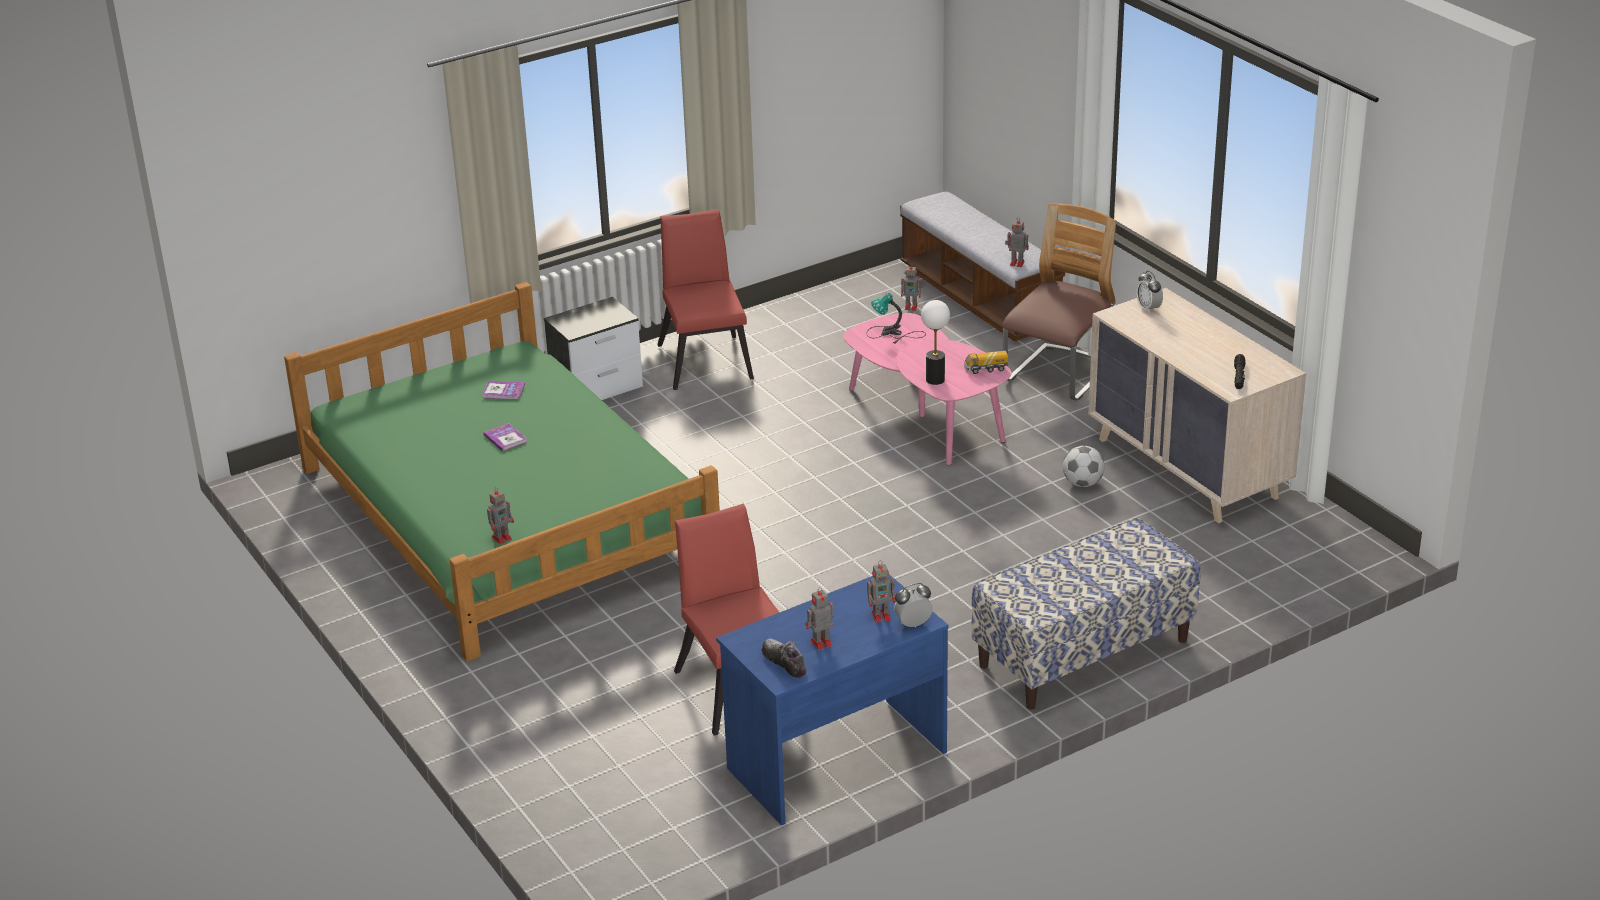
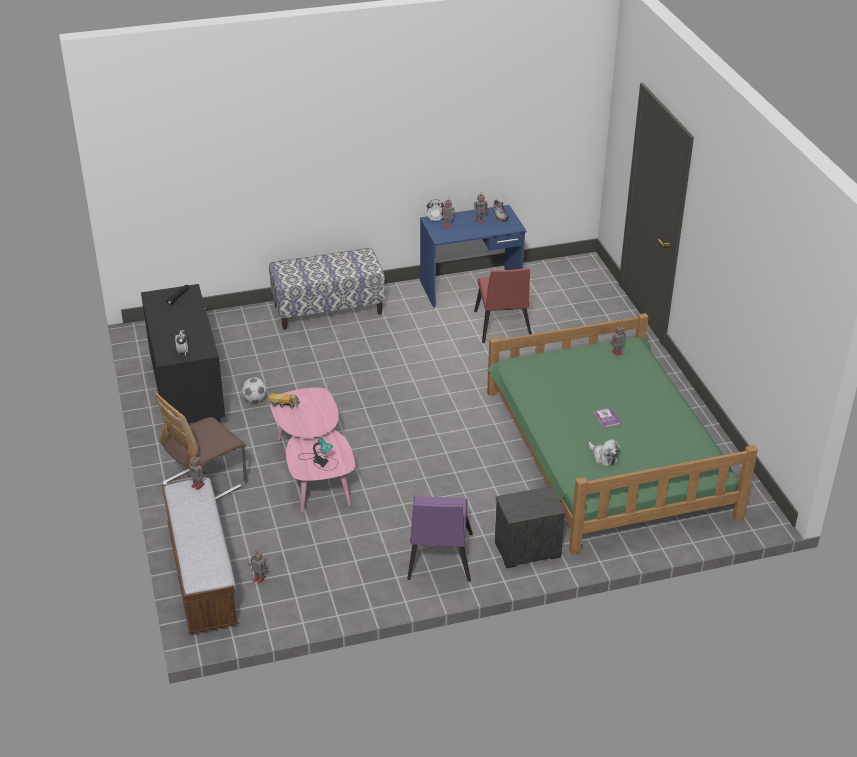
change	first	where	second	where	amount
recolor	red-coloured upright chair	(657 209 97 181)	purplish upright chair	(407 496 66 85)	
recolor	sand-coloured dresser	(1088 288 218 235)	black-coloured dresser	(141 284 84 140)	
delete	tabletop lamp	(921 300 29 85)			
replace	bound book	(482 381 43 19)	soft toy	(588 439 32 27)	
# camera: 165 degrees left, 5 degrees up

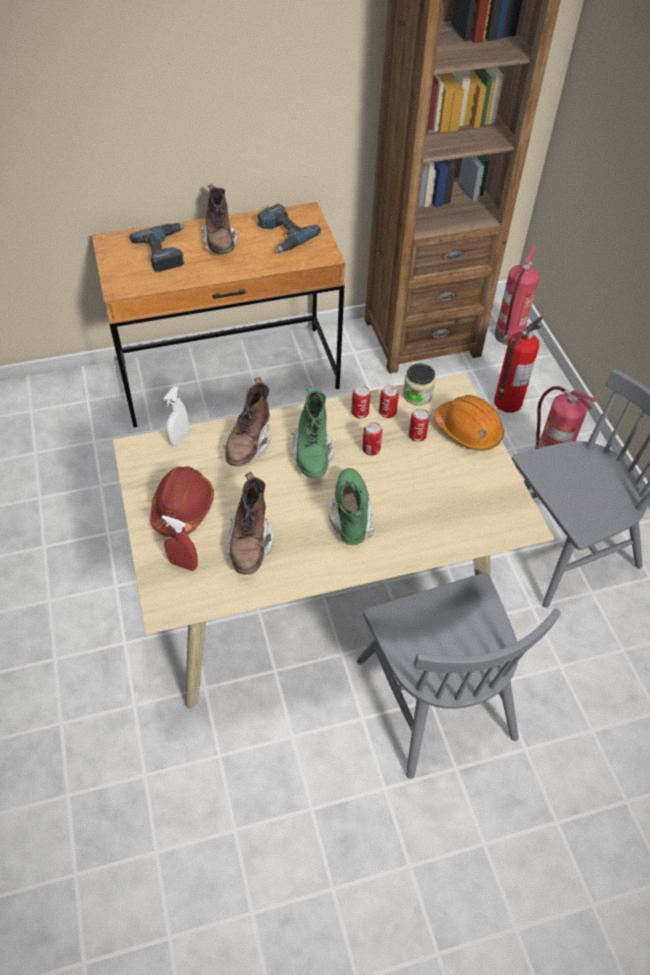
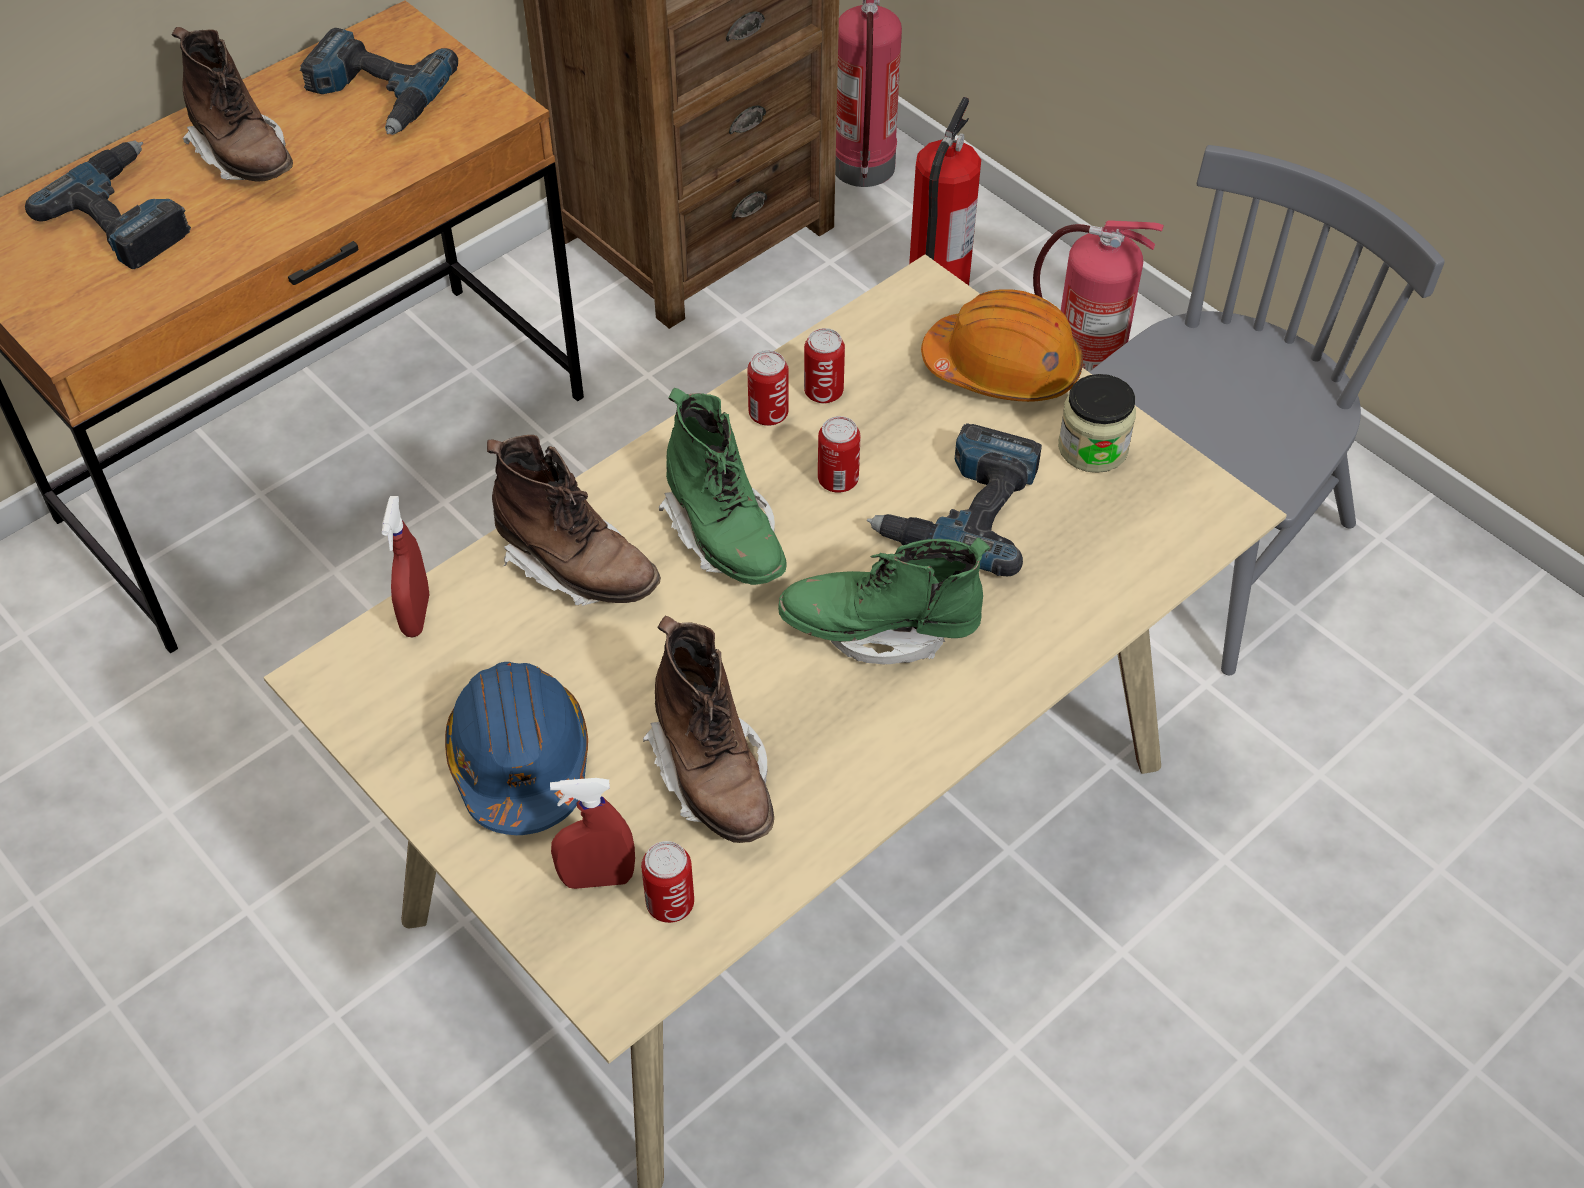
change	first	where	second	where	amount
move	storage jar	(403 364 33 42)		(1058 374 78 99)	
rotate	brownish high-top boot	(224 377 47 89)		(487 435 174 171)	45 degrees counterclockwise
recolor	white sprayer	(163 386 26 60)	red-coloured sprayer	(382 496 47 141)	
move	can	(409 408 21 34)		(641 841 53 82)	
recolor	red-coloured work helmet	(150 466 64 71)	blue-coloured work helmet	(445 662 143 173)	
rotate	greenish high-top boot	(328 468 47 77)		(778 538 212 126)	60 degrees counterclockwise
delete	greyish upright chair	(357 573 204 206)			
insert			electric drill	(867 423 175 153)	
# camera: 25 degrees left, 0 degrees up

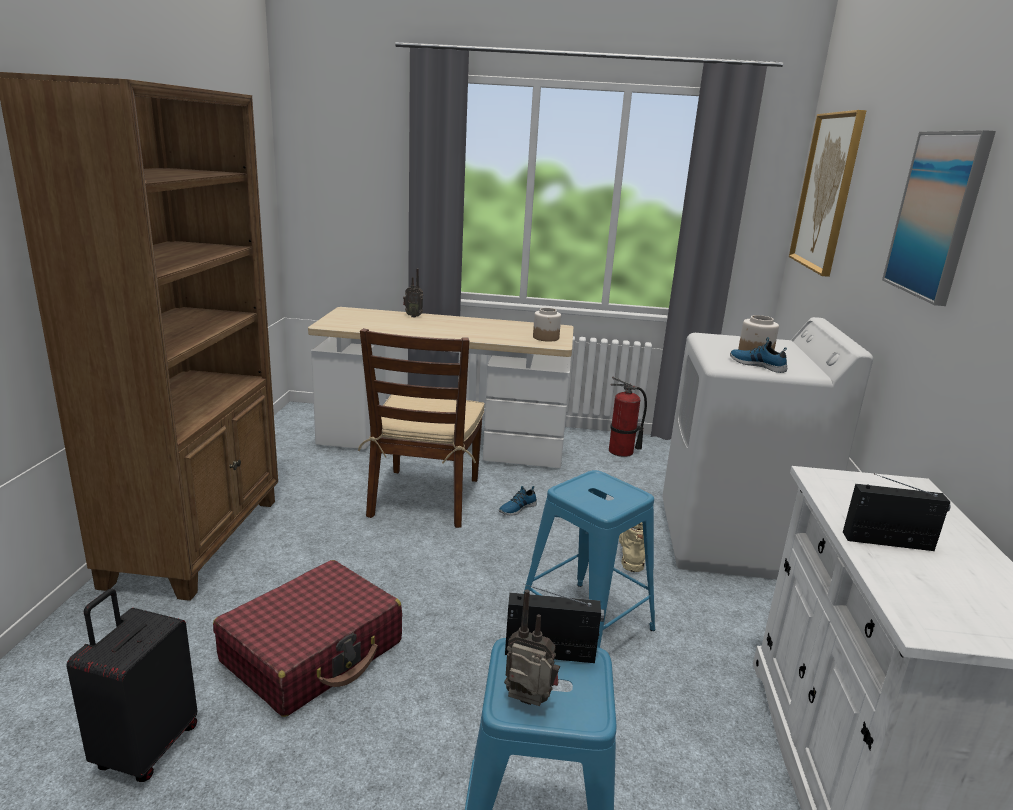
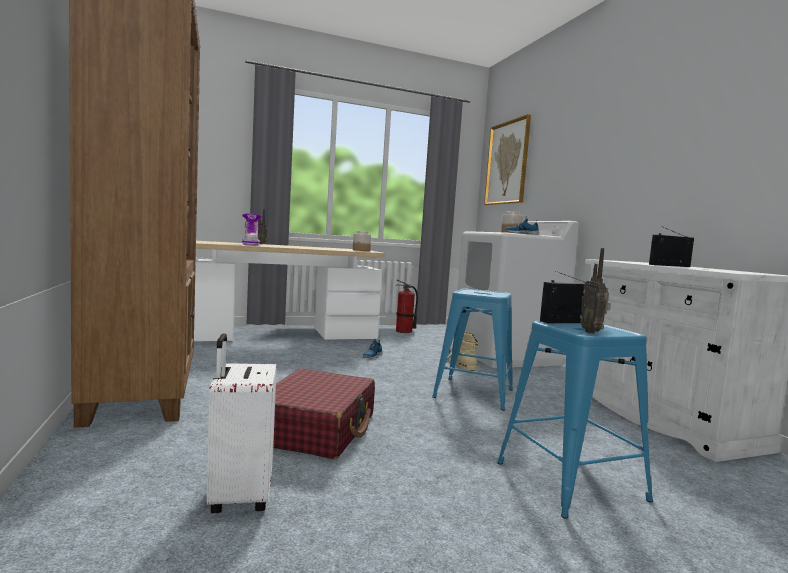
change	first	where	second	where	amount
delete	wall art	(882 130 114 176)			
delete	brownish upright chair	(358 328 127 200)			
recolor	black-coloured suitcase	(66 589 131 193)	white suitcase	(207 333 70 180)	
rotate	radio set	(504 589 56 117)		(580 248 31 85)	90 degrees counterclockwise
insert			high-top boot	(242 213 20 32)	
# camera: 25 degrees left, 15 degrees down

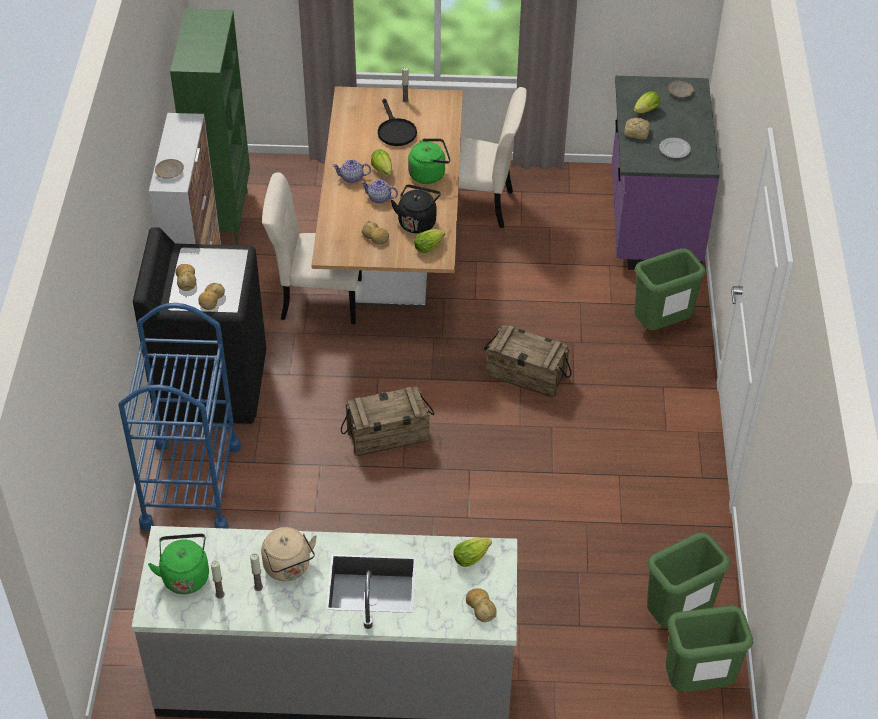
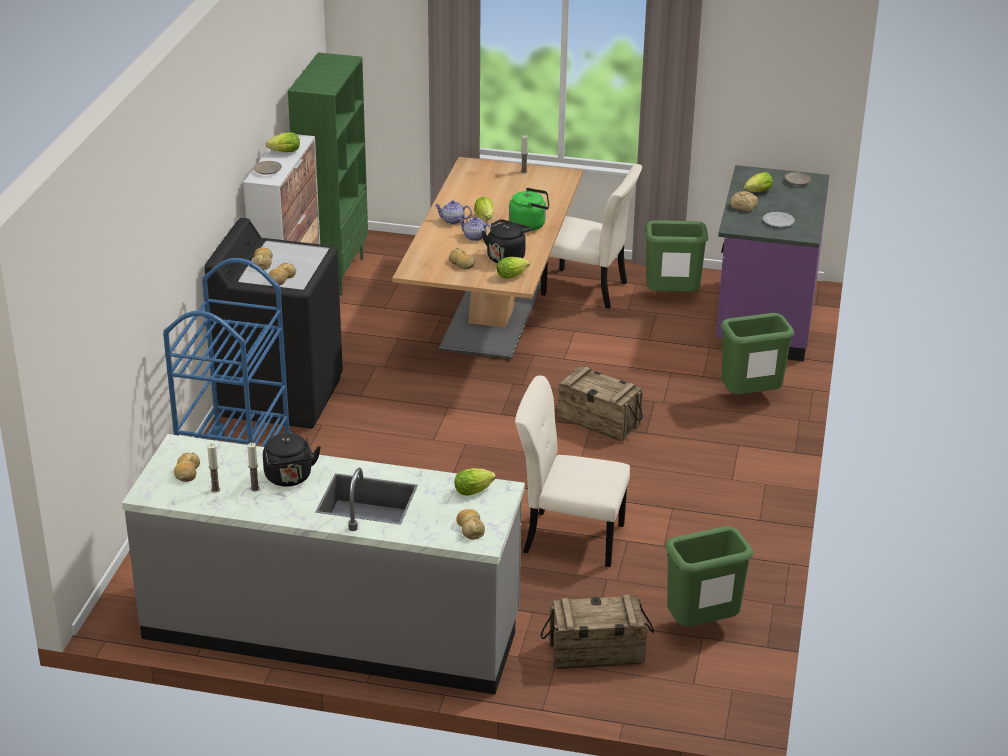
change	first	where	second	where	amount
delete	black-coloured pan	(378 99 39 47)			
move	sand-coloured upright chair	(262 172 100 152)		(515 376 115 191)	
move	crate	(341 386 93 70)		(541 595 113 74)	
recolor	sand-coloured water kettle	(261 527 56 54)	black-coloured water kettle	(263 433 58 54)	
replace	greenish water kettle	(148 534 61 60)	baked bread	(174 452 26 30)	
move	greenish trash can	(666 605 87 87)		(644 220 64 72)	
insert			lettuce head	(266 132 34 20)	
# camera: 10 degrees right, 15 degrees down

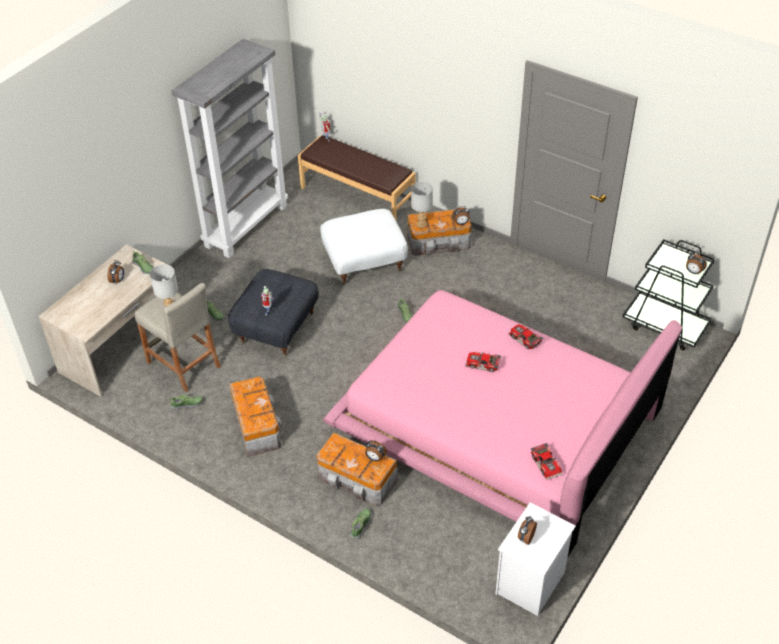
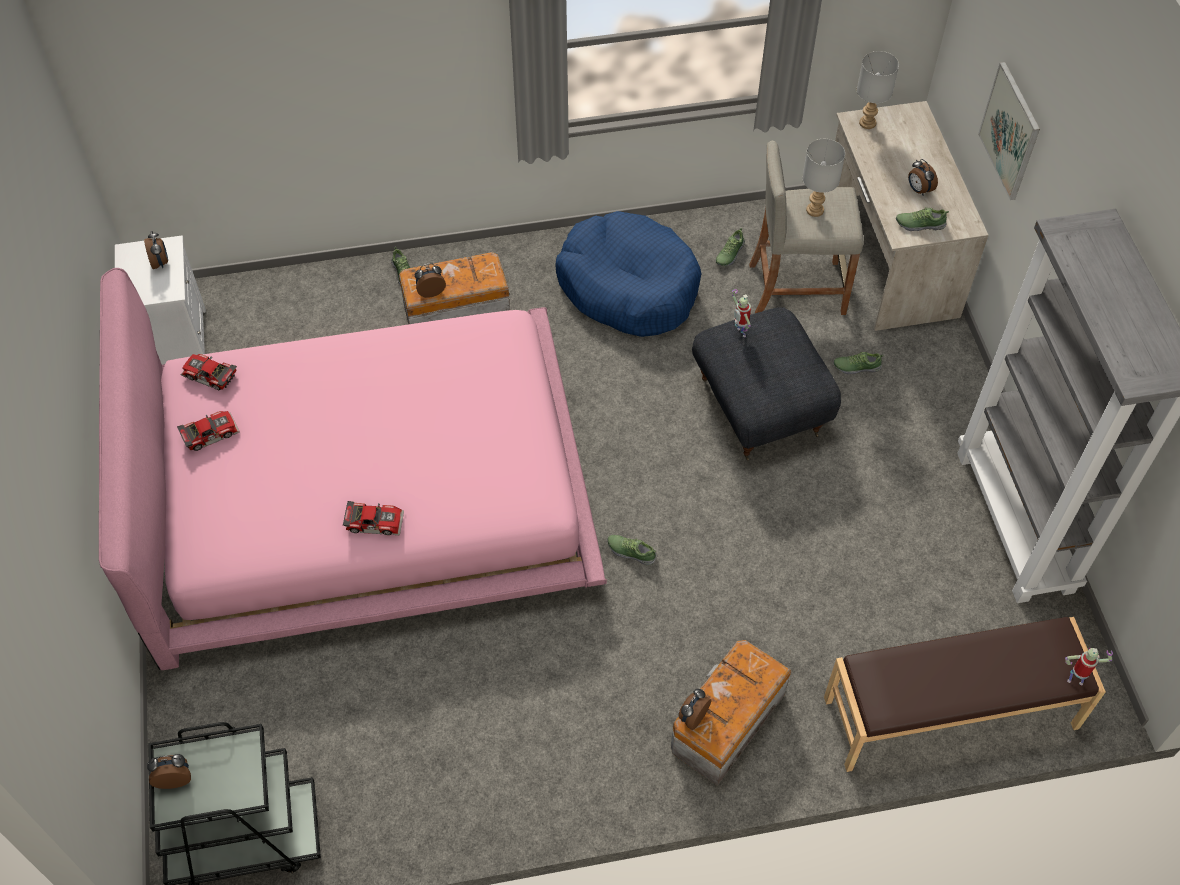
change	first	where	second	where	amount
move	greyish tabletop lamp	(411 182 22 46)		(857 51 42 78)	
delete	white footrest	(320 209 88 76)			
move	toy car	(465 352 36 20)		(177 411 63 40)	
replace	storage box	(229 377 53 80)	blue-coloured dog cushion	(555 211 146 126)	
insert			wall art	(978 62 62 138)	
# camera: 135 degrees right, 10 degrees up

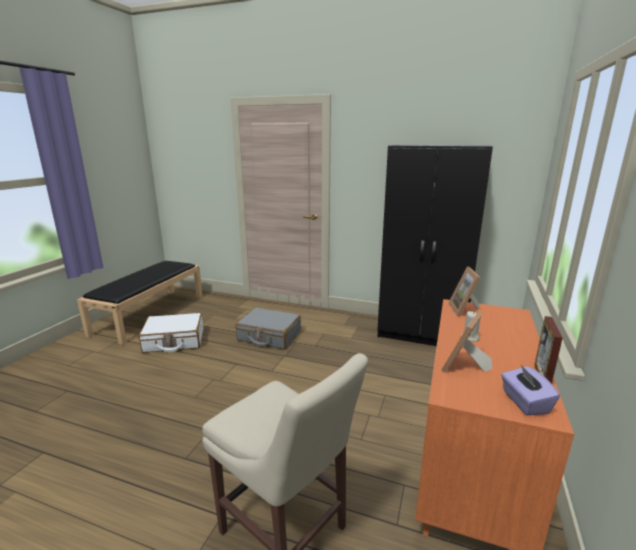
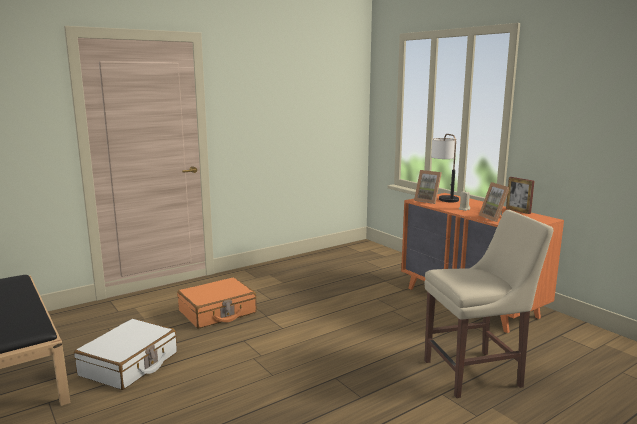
change	first	where	second	where	amount
delete	black-coloured armoire	(377 144 116 202)			
recolor	greyish suitcase	(235 307 66 42)	orange suitcase	(177 277 80 51)	
delete	purplish tissue box	(501 365 59 50)			
insert			tabletop lamp	(431 134 28 68)	
# camera: 55 degrees left, 5 degrees down

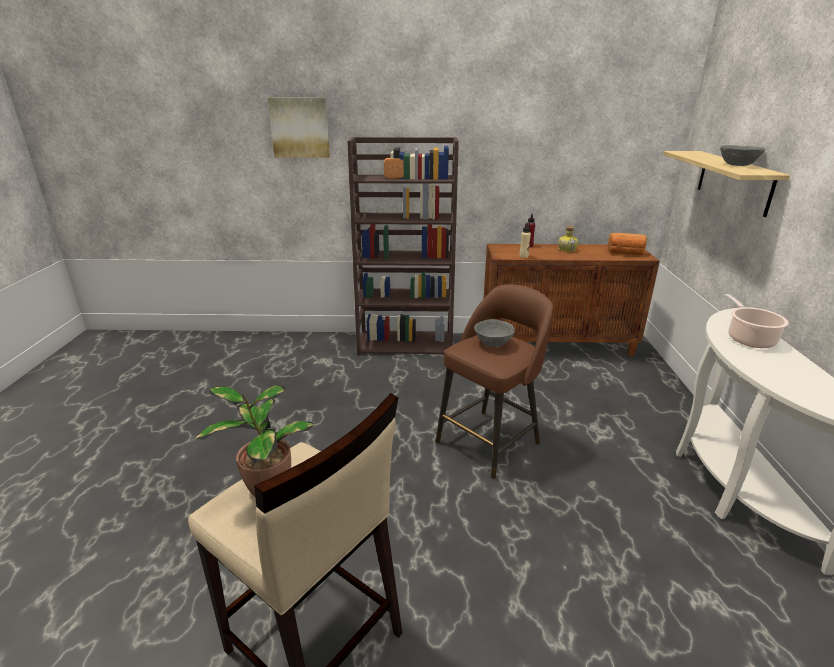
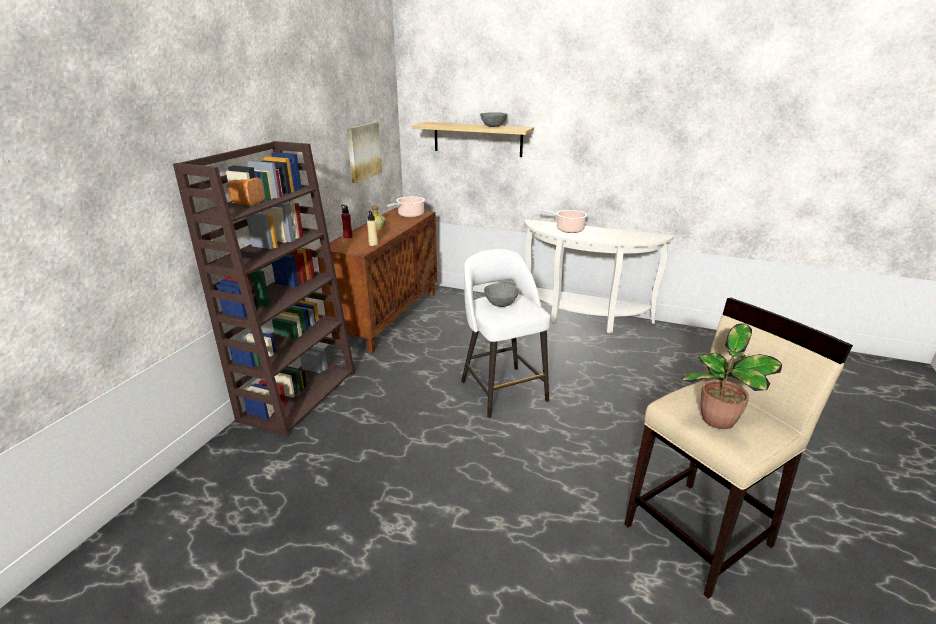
change	first	where	second	where	amount
move	wall art	(267 97 63 61)		(347 122 35 61)	
replace	baked bread	(608 233 39 22)	stockpot	(387 196 38 22)	
recolor	brownish sitting stool	(436 284 117 195)	white sitting stool	(461 249 89 169)	
# camera: 70 degrees left, 0 degrees up

